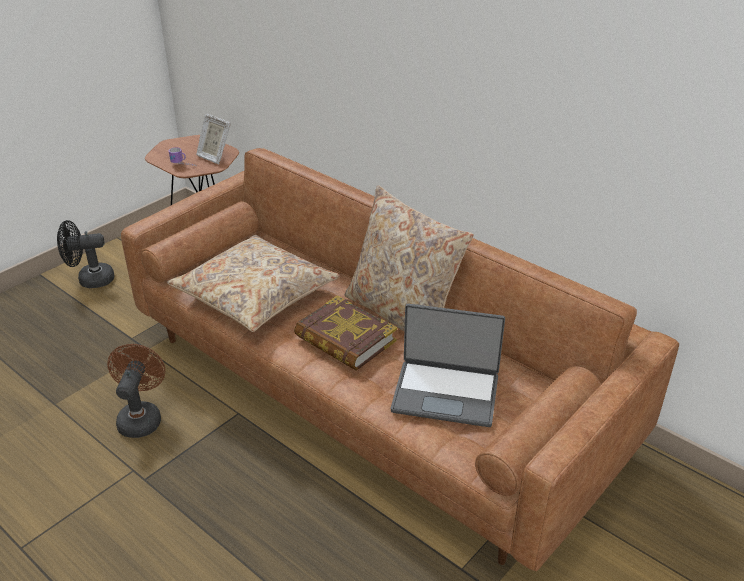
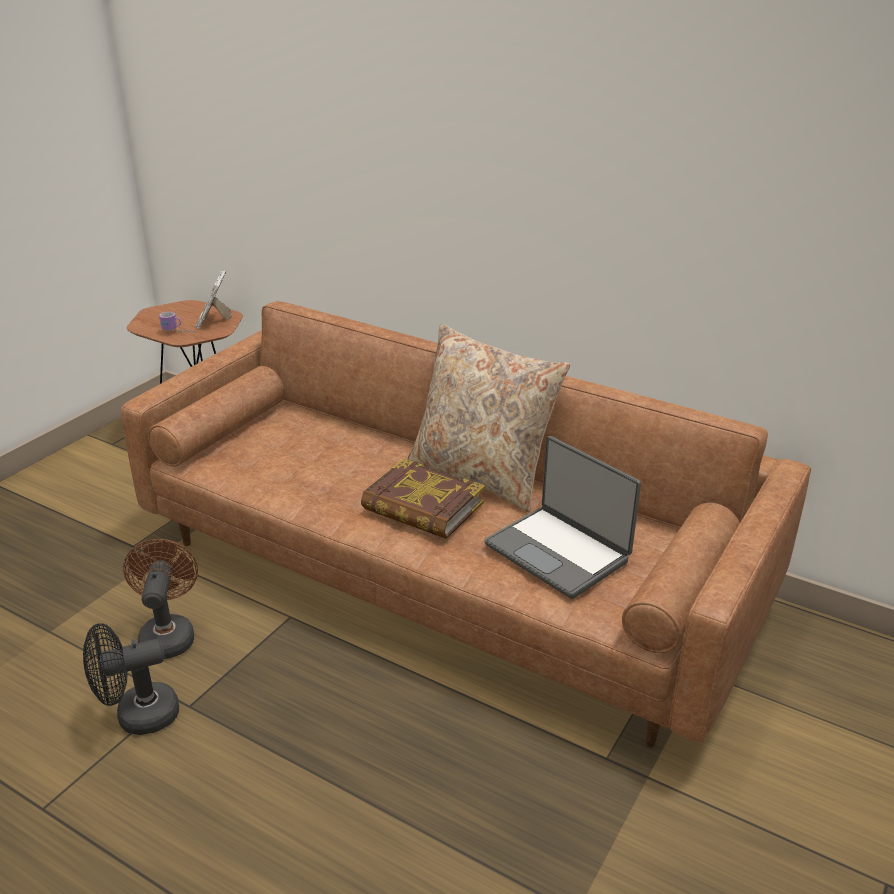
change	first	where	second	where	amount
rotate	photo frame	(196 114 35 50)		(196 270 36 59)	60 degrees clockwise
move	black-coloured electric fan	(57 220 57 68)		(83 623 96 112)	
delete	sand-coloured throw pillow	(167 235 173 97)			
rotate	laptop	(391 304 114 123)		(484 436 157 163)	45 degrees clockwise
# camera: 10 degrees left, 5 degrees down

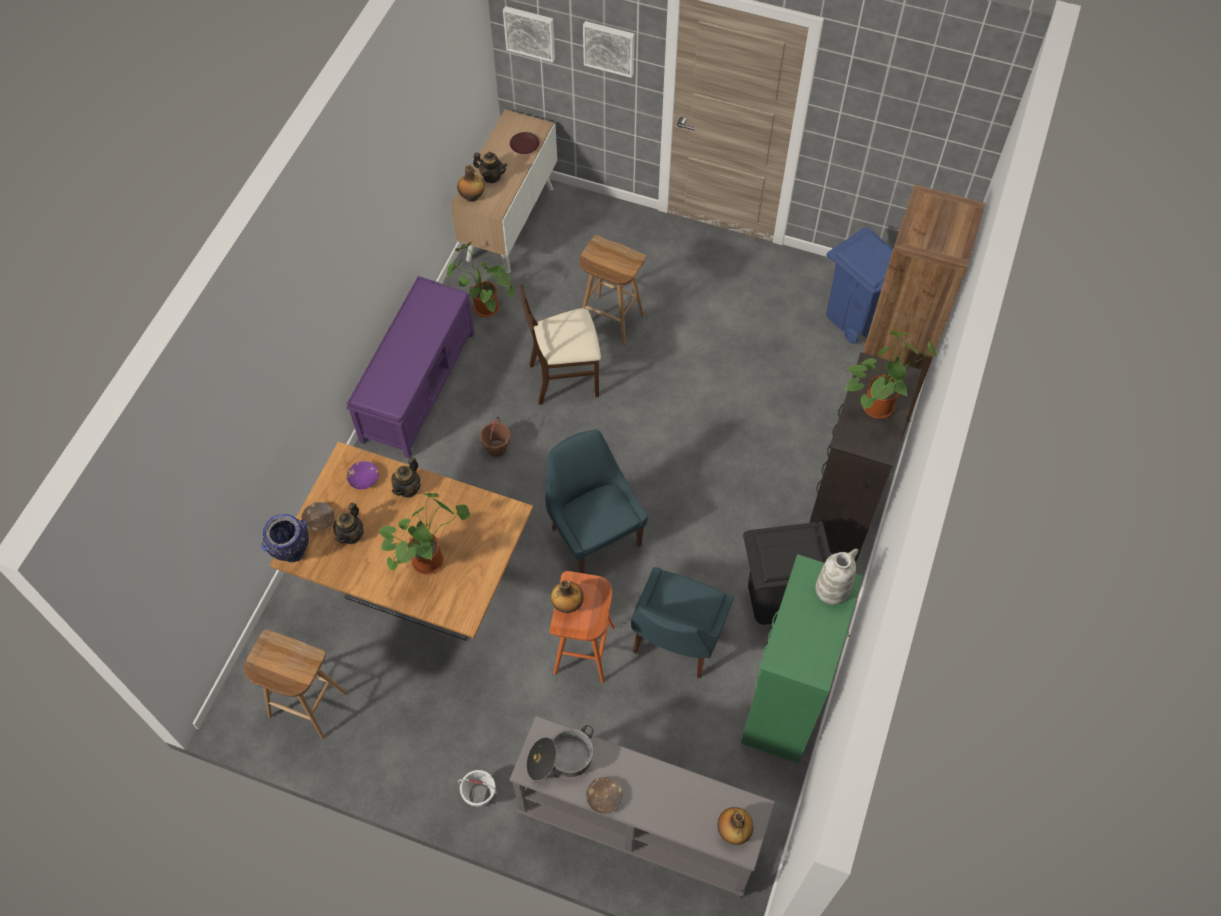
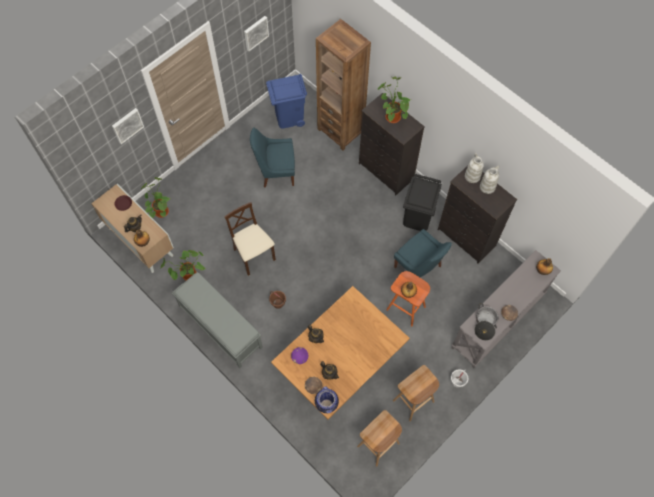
change	first	where	second	where	amount
move	wall art	(503 6 52 56)		(244 16 25 35)	
move	brownish sitting stool	(579 235 67 111)		(393 365 46 56)	
recolor	purplish indoor bench	(346 276 129 182)	greyish indoor bench	(172 272 91 96)	
rotate	sand-coloured upright chair	(520 284 81 121)		(224 202 52 74)	135 degrees clockwise
move	blue-coloured upright chair	(545 430 103 143)		(250 128 45 60)	
move	plant in a pot	(378 493 92 82)		(141 177 29 41)	
recolor	greenish dresser	(741 554 122 209)	black-coloured dresser	(438 166 79 98)	
insert			white flower vase	(480 165 20 29)	
# camera: 65 degrees left, 5 degrees up

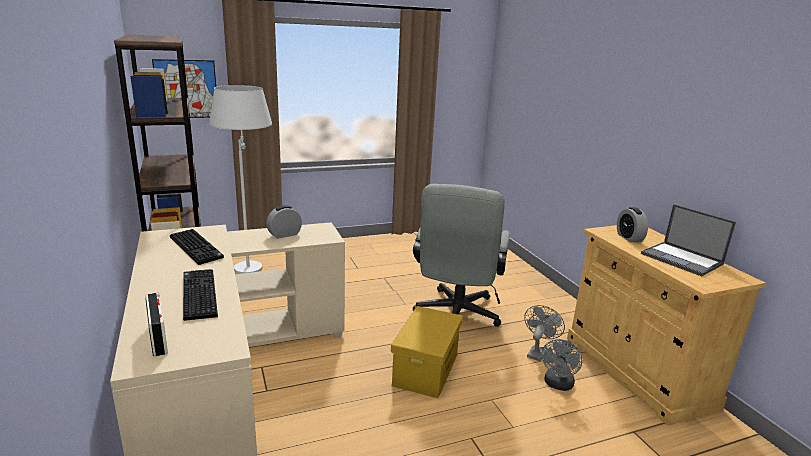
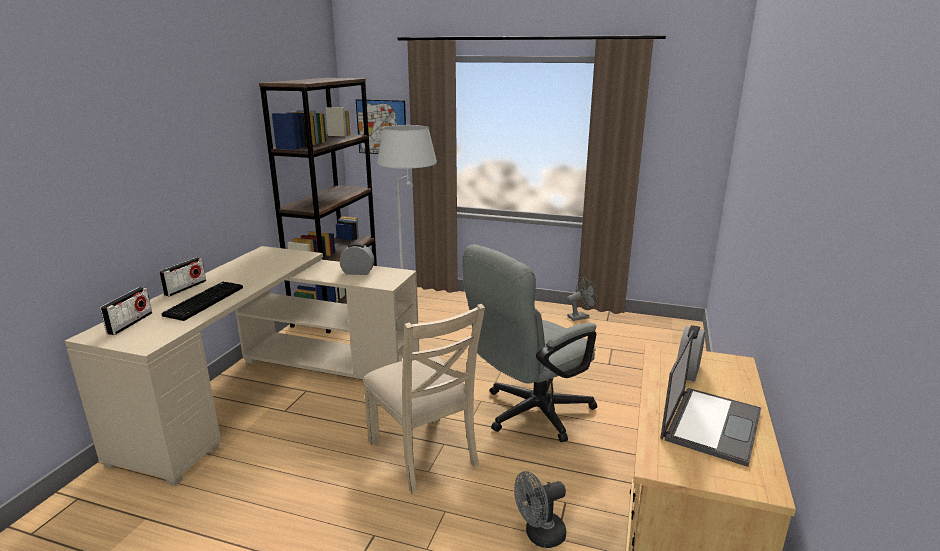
change	first	where	second	where	amount
rotate	laptop	(641 204 95 72)		(660 330 101 137)	150 degrees counterclockwise
delete	keyboard	(170 229 54 36)			
move	greyish electric fan	(524 305 41 57)		(567 277 31 44)	
replace	yellowish storage box	(391 306 72 92)	sand-coloured upright chair	(363 304 122 190)	
insert			radio set	(159 257 47 39)	
# camera: 40 degrees right, 0 degrees up

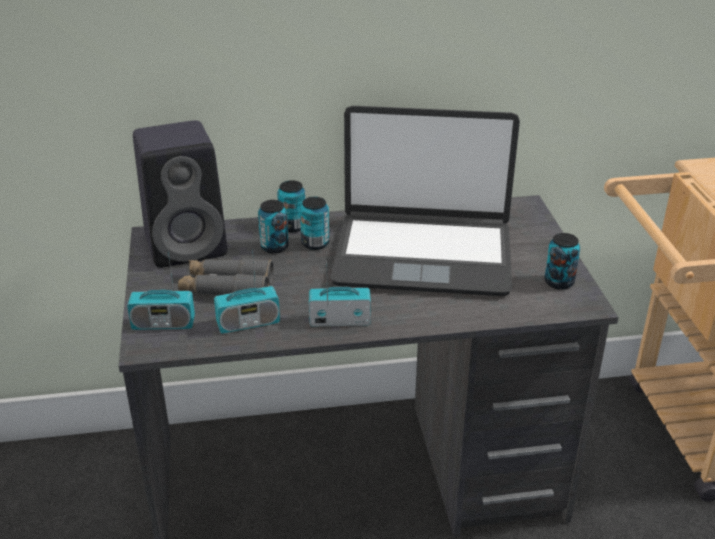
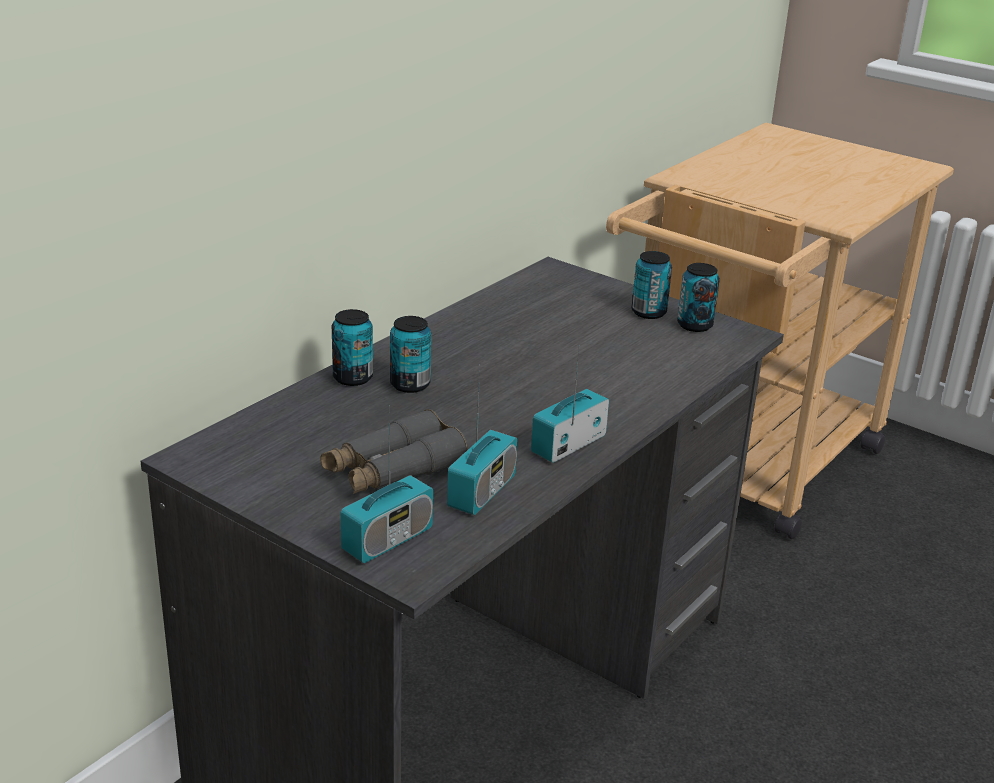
change	first	where	second	where	amount
delete	laptop	(331 106 189 190)			
delete	black-coloured speaker	(133 120 94 148)			
move	can	(258 200 31 54)		(632 251 40 68)	
# camera: 45 degrees left, 5 degrees down

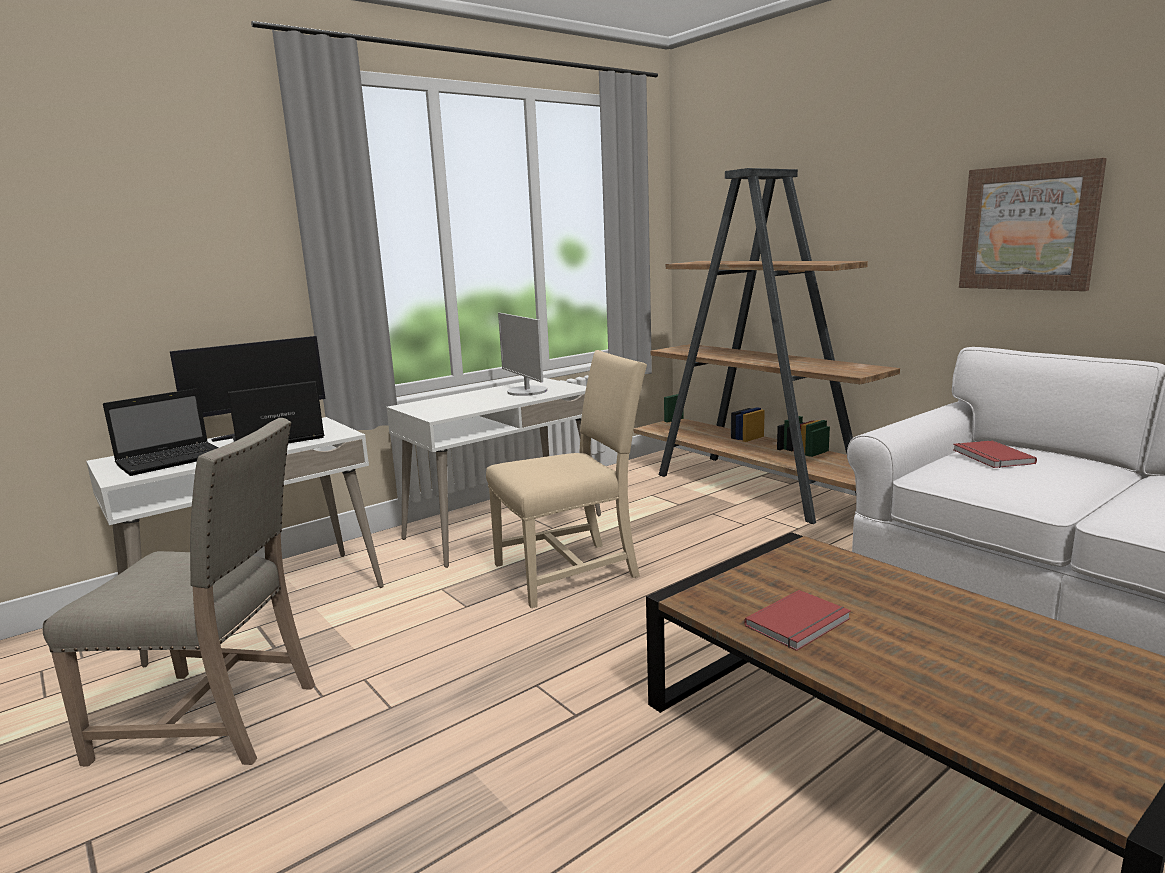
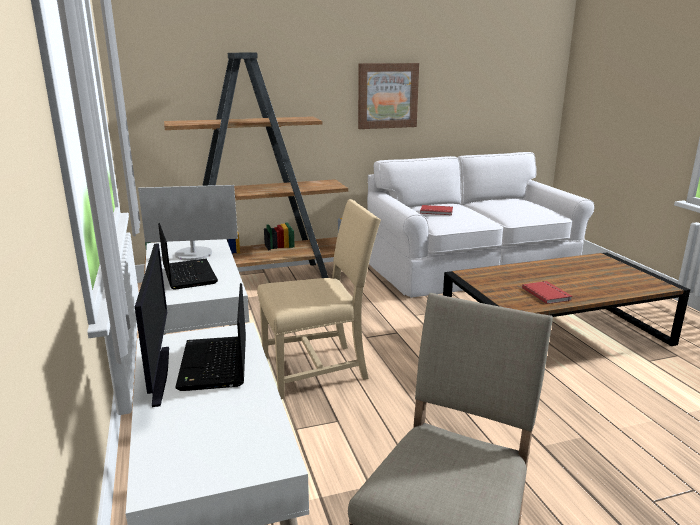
change	first	where	second	where	amount
rotate	sand-coloured upright chair	(486 350 161 258)		(257 199 124 200)	75 degrees clockwise
move	laptop	(103 388 115 88)		(158 223 60 67)	
# camera: 70 degrees left, 5 degrees up

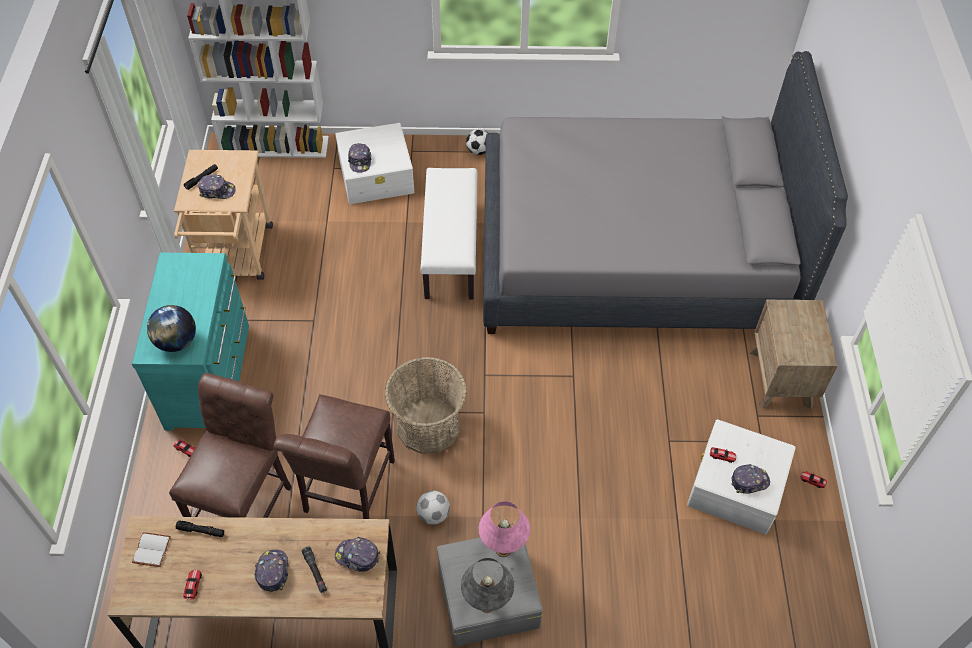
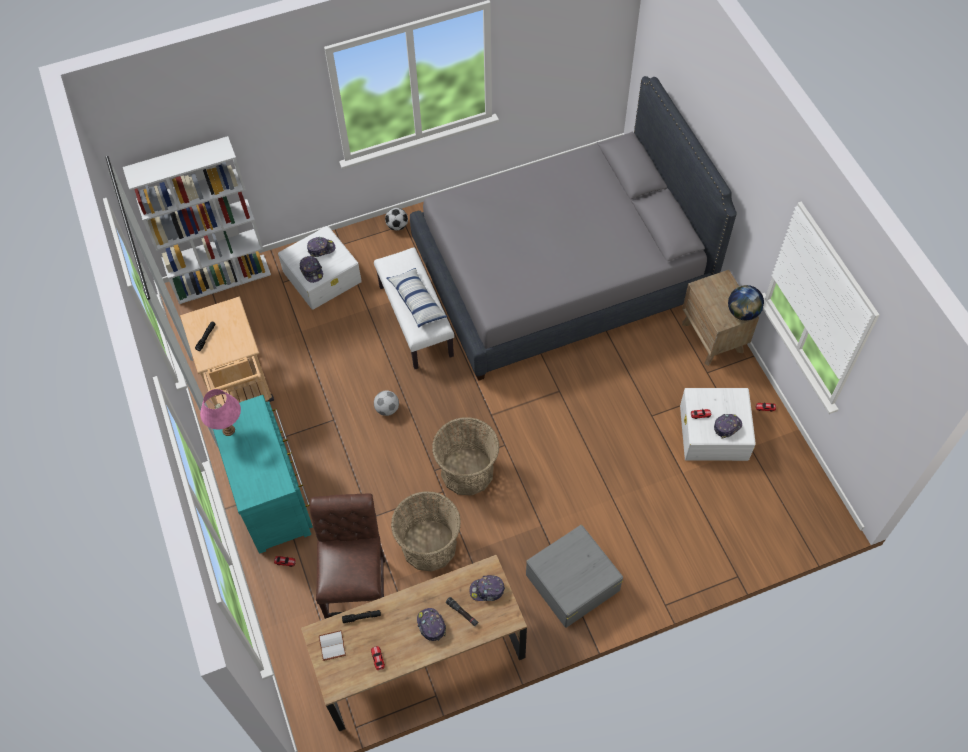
change	first	where	second	where	amount
move	peaked cap	(198 175 38 24)		(307 237 28 20)	
move	world globe	(147 305 49 47)		(728 285 36 35)	
replace	brownish upright chair	(274 394 121 125)	basket	(391 491 70 81)	
move	ball for football	(416 491 34 34)		(374 391 25 25)	
move	pink-coloured tabletop lamp	(479 501 51 56)		(200 389 41 47)	
delete	greyish tabletop lamp	(461 558 53 55)			
insert			throw pillow	(386 268 61 60)	
# camera: 20 degrees left, 5 degrees up

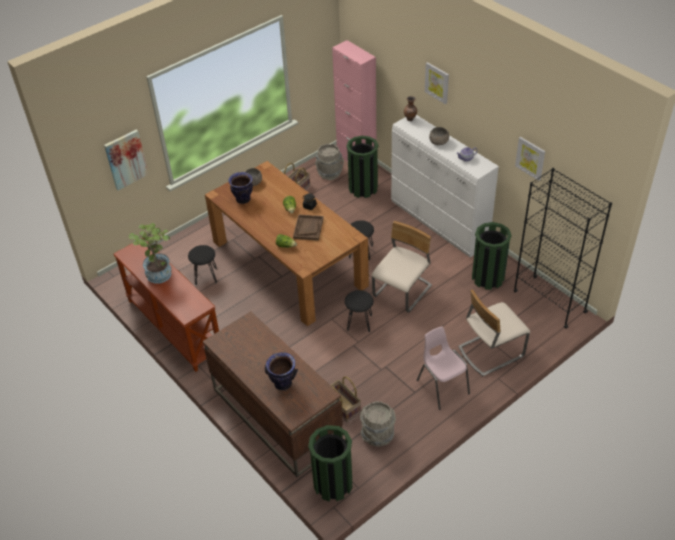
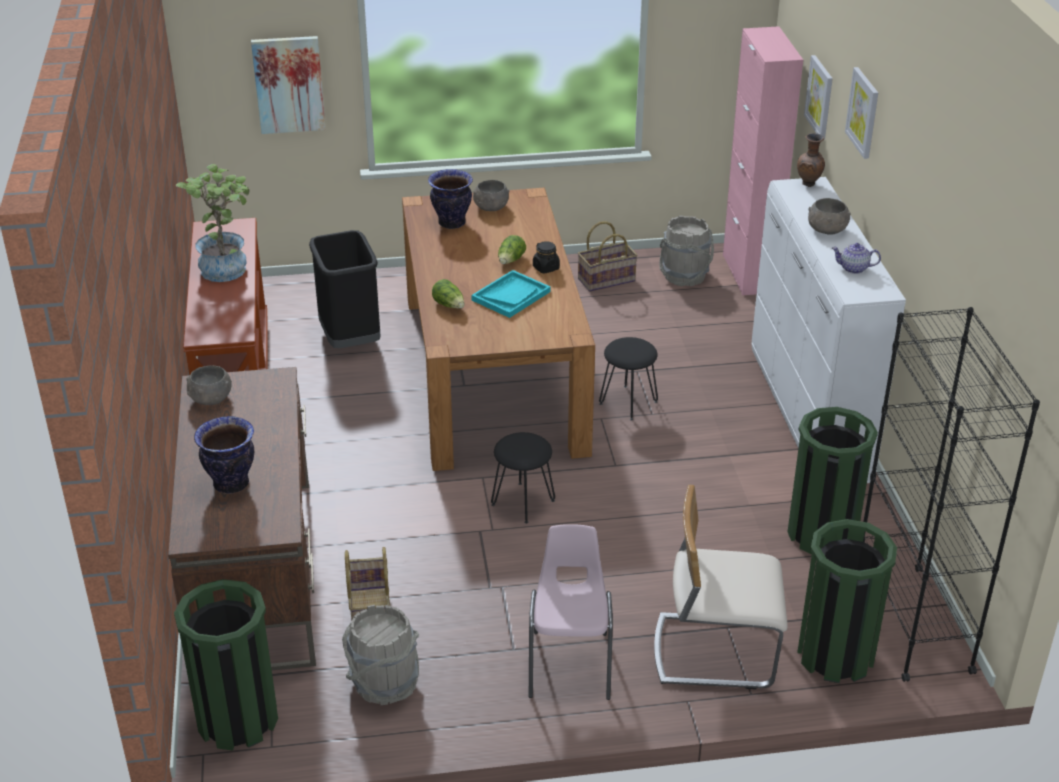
change	first	where	second	where	amount
move	greenish trash can	(346 136 33 62)		(797 519 100 164)	
move	wall art	(515 137 30 44)		(804 55 29 84)	
recolor	brownish serving tray	(293 214 31 27)	blue-green serving tray	(471 270 80 48)	
delete	sand-coloured upright chair	(372 221 60 92)			
replace	black-coloured sitting stool	(188 245 29 40)	black-coloured trash can	(309 230 72 118)	
insert			greyish bowl	(186 366 46 39)	
# camera: 30 degrees right, 10 degrees down

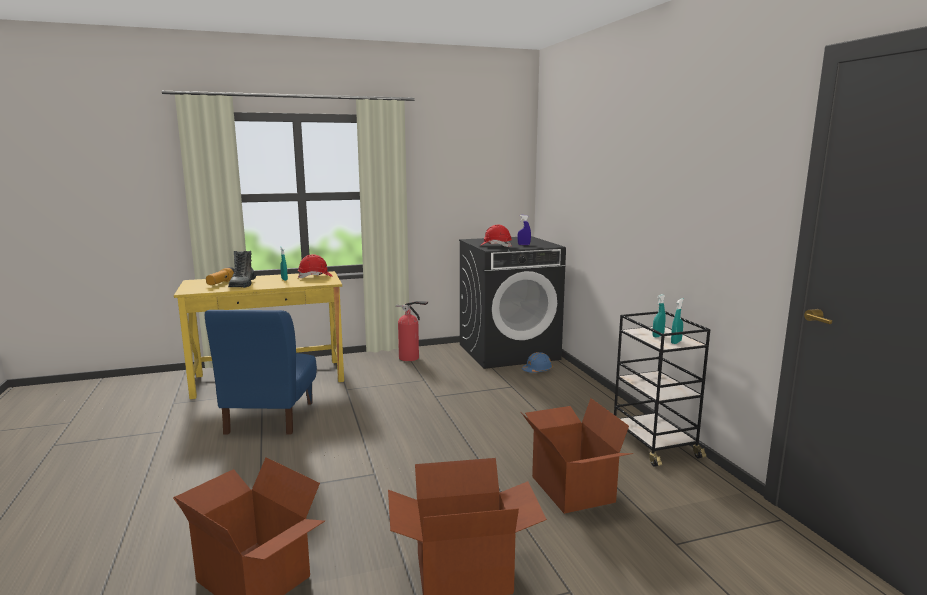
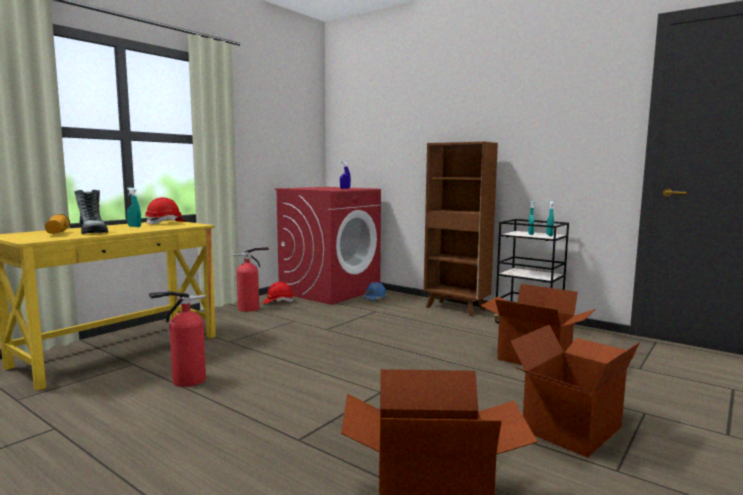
change	first	where	second	where	amount
move	red-coloured work helmet	(480 225 32 22)		(263 282 31 22)	
recolor	black-coloured laundry machine	(459 236 107 133)	red-coloured laundry machine	(275 187 106 118)	
replace	blue-coloured upright chair	(205 310 112 125)	fire-fighting cylinder	(149 291 57 96)	
insert			brownish bookcase	(424 141 74 176)	
# camera: 35 degrees left, 5 degrees down

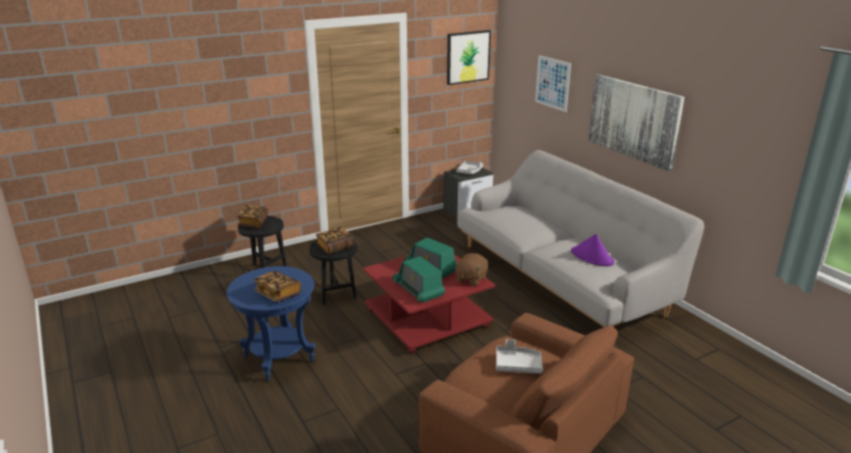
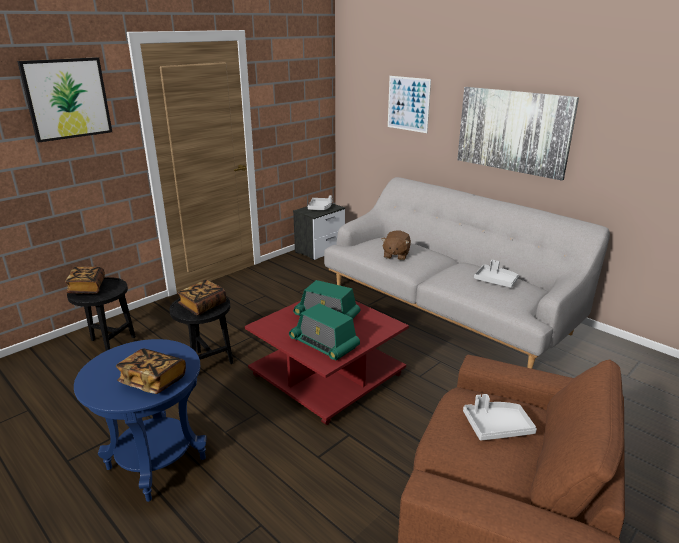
change	first	where	second	where	amount
move	wall art	(447 30 44 55)		(17 57 95 86)	
replace	purplish wearable hat	(571 234 43 32)	greyish serving tray	(474 260 45 28)	
move	brownish soft toy	(454 253 34 33)		(382 230 29 30)	
# camera: 15 degrees left, 0 degrees up

